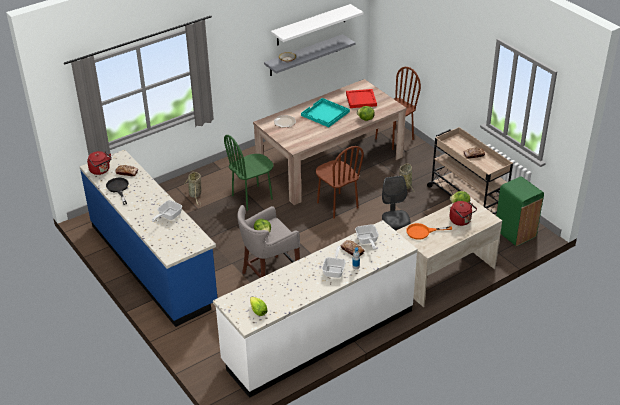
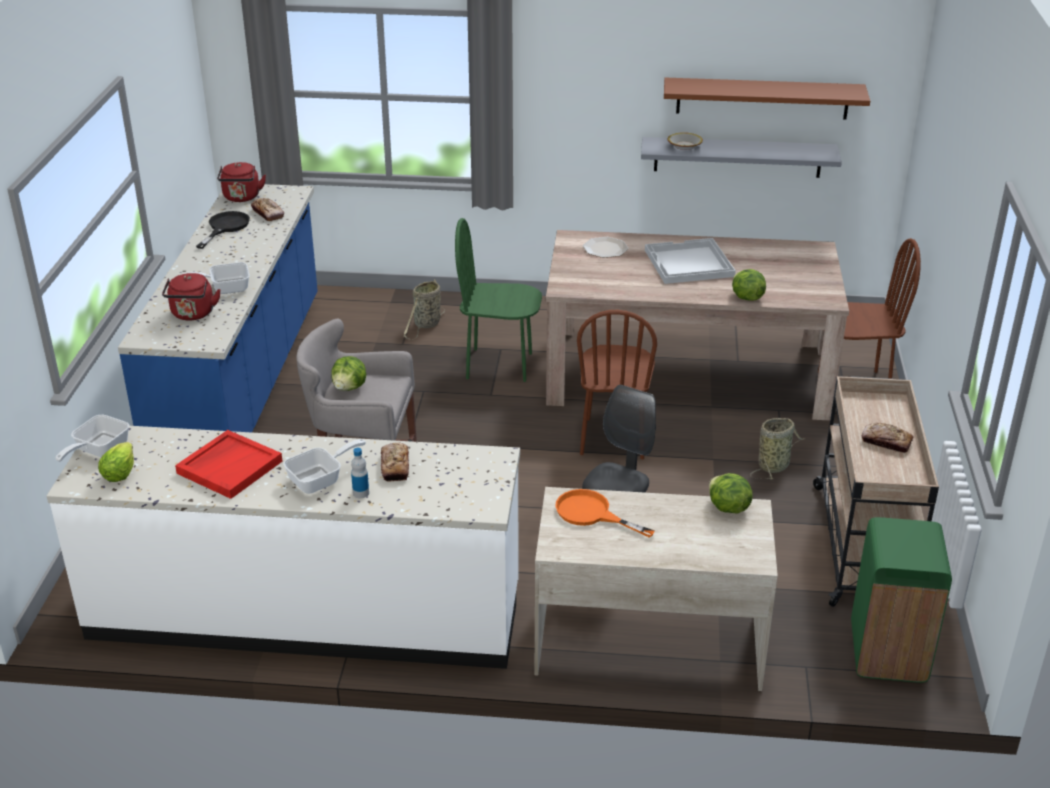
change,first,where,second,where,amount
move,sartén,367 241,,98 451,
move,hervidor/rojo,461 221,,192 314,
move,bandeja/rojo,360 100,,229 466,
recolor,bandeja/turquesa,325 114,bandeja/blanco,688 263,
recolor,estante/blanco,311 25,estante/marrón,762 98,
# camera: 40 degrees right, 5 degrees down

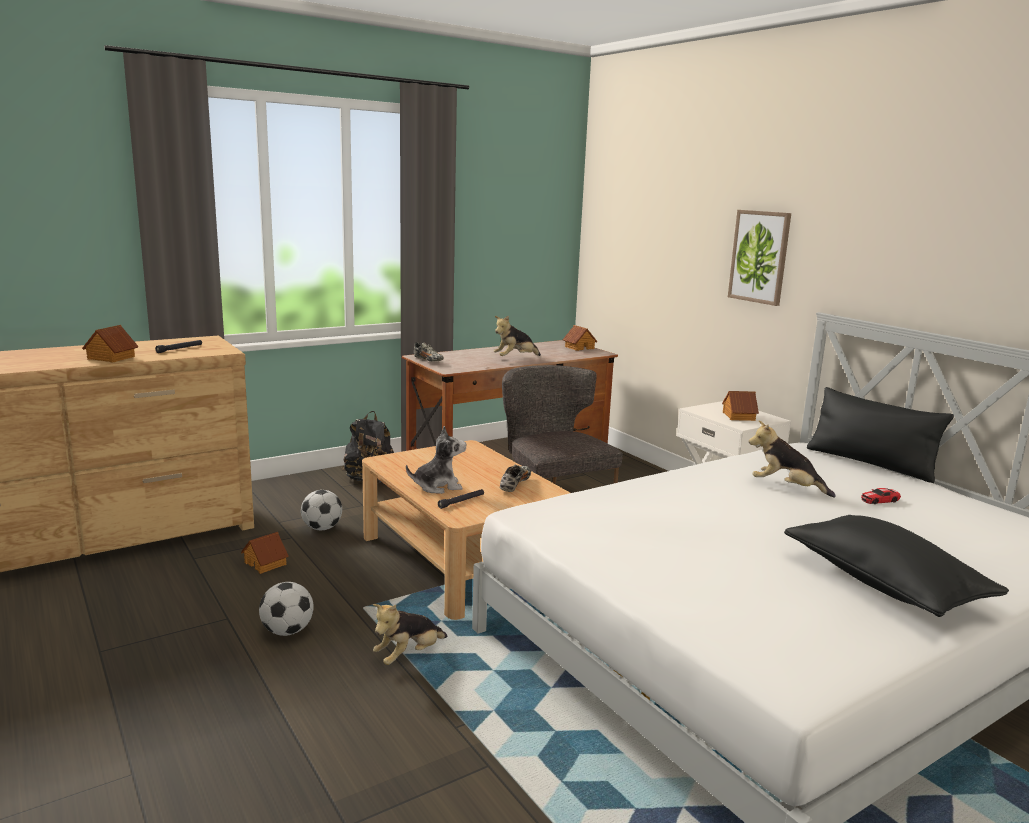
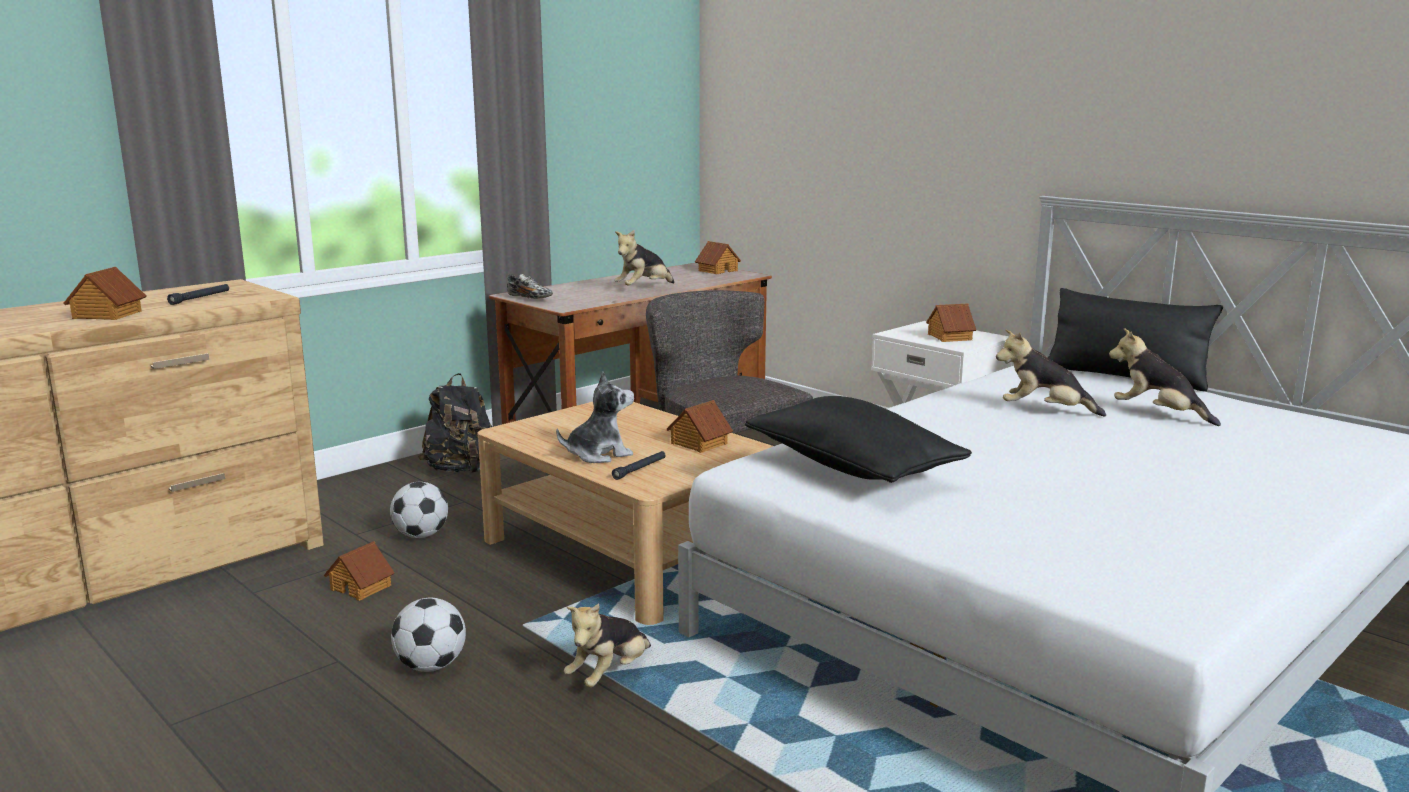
change,first,where,second,where,amount
replace,zapato,515 485,casita,698 443,
move,cojín/negro,884 584,,852 467,
replace,coche de juguete,880 500,peluche,1158 414,
delete,cuadro,759 257,,,
# camera: 10 degrees left, 0 degrees up

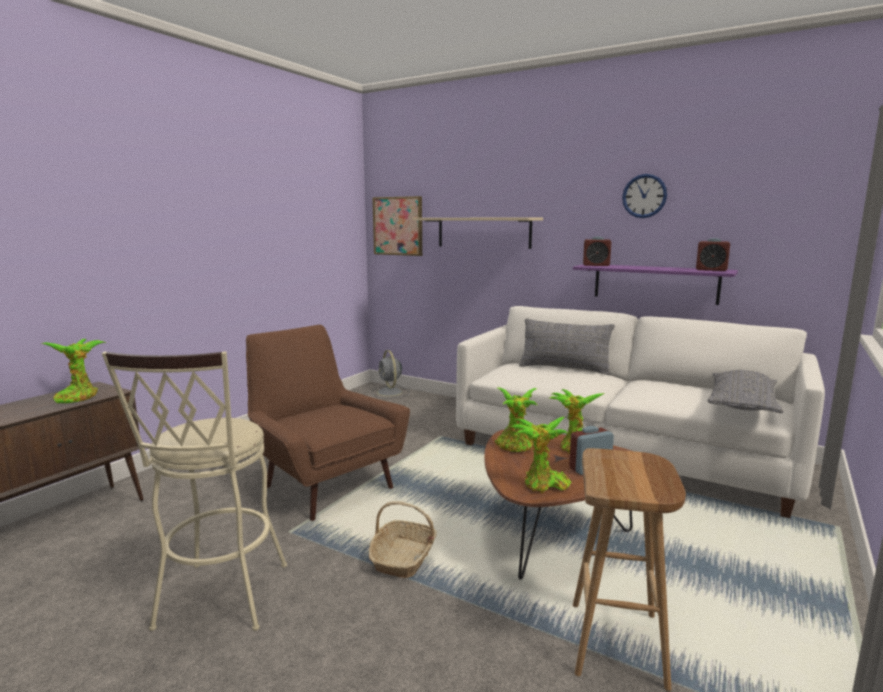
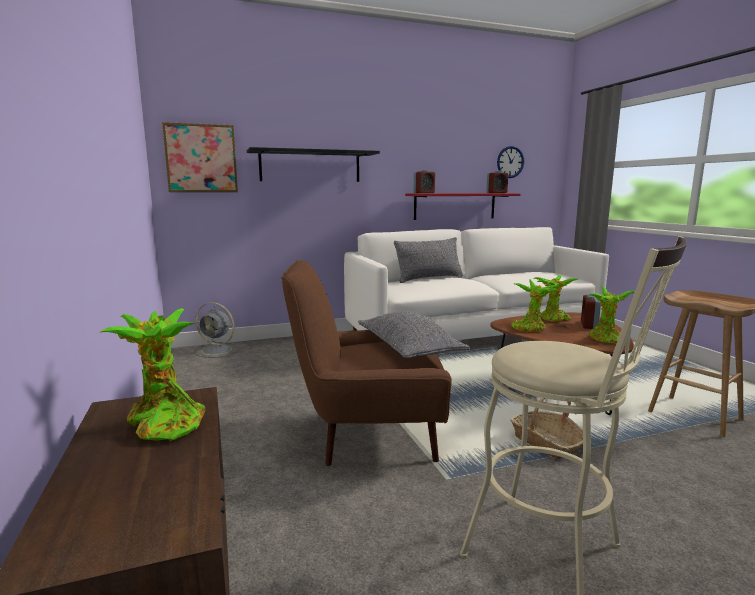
change,first,where,second,where,amount
recolor,estante/beis,483 232,estante/negro,310 166,
move,cojín/gris,742 404,,408 349,
recolor,estante/morado,655 283,estante/rojo,455 206,
move,reloj de pared,644 196,,510 162,
# camera: 50 degrees left, 0 degrees up

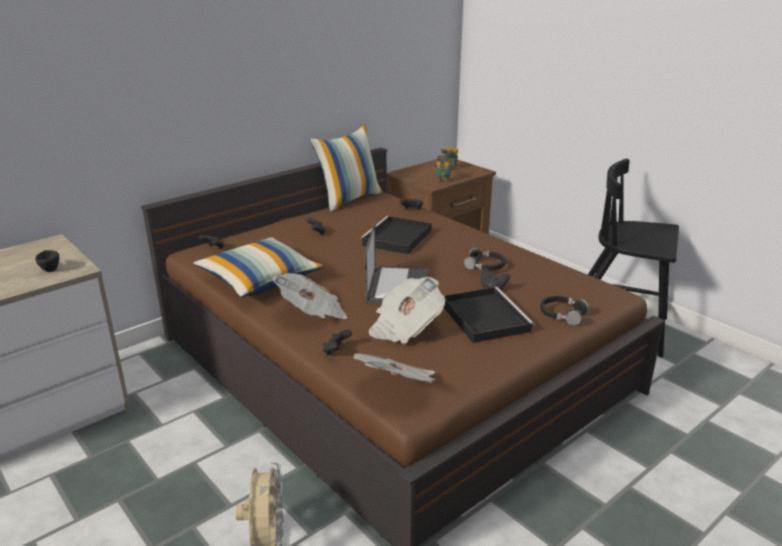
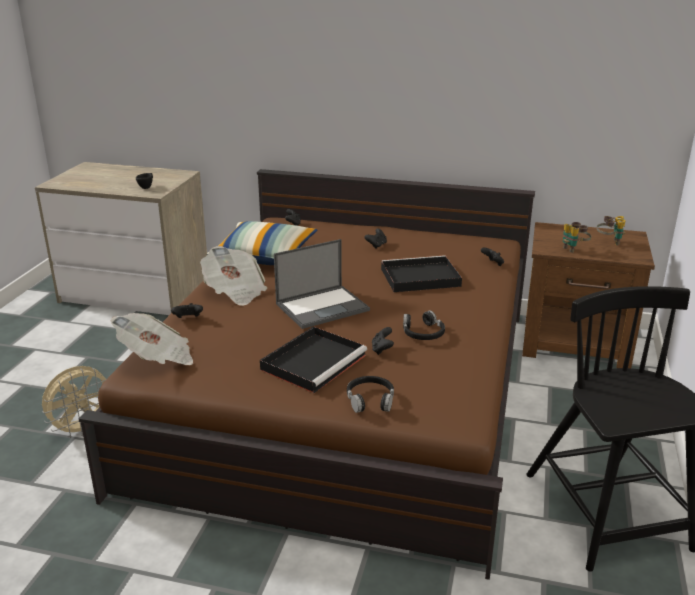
change,first,where,second,where,amount
delete,cojín,349 199,,,
delete,periódico,405 327,,,
# camera: 55 degrees right, 0 degrees up

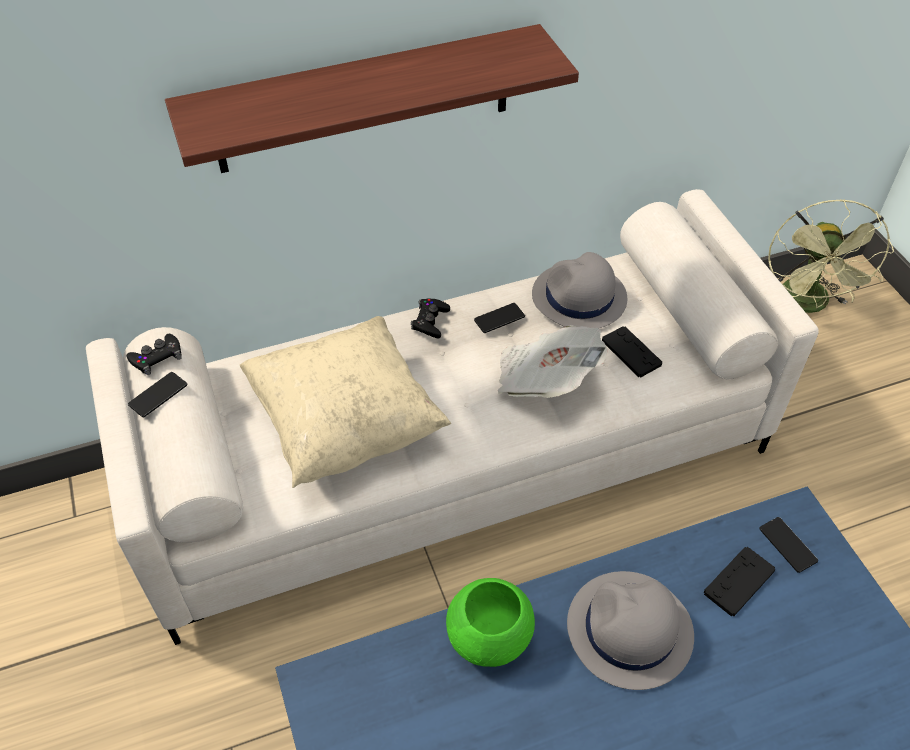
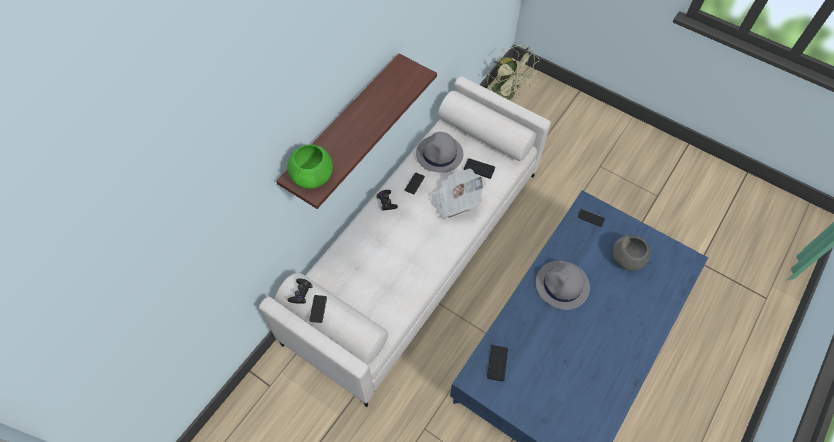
change,first,where,second,where,amount
move,cuenco/verde,491 636,,313 175,
move,mando de consola/negro,739 582,,497 363,
insert,,,cuenco/gris,627 259,
delete,cojín/beis,346 424,,,
# camera: 35 degrees left, 10 degrees up

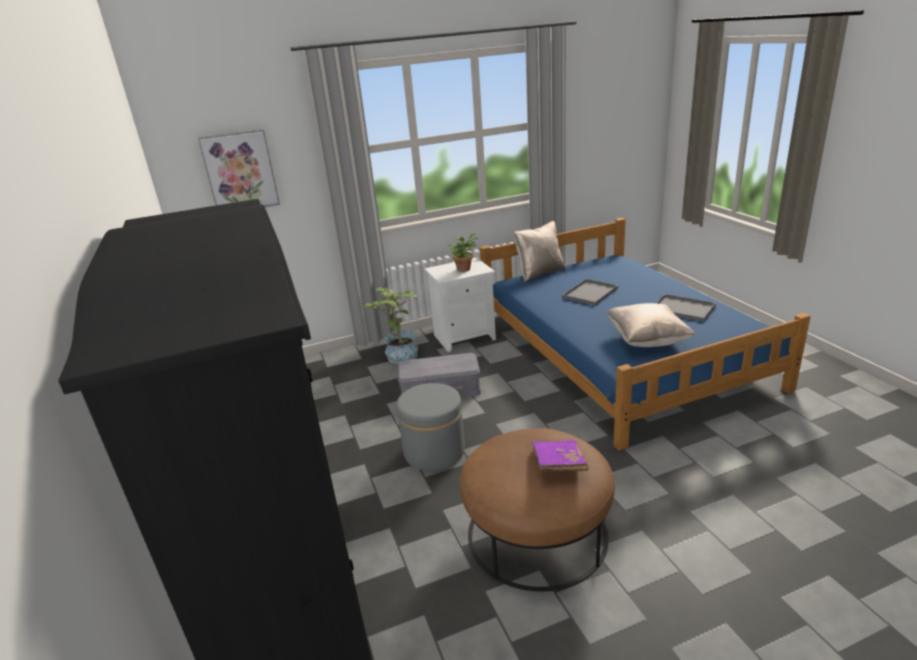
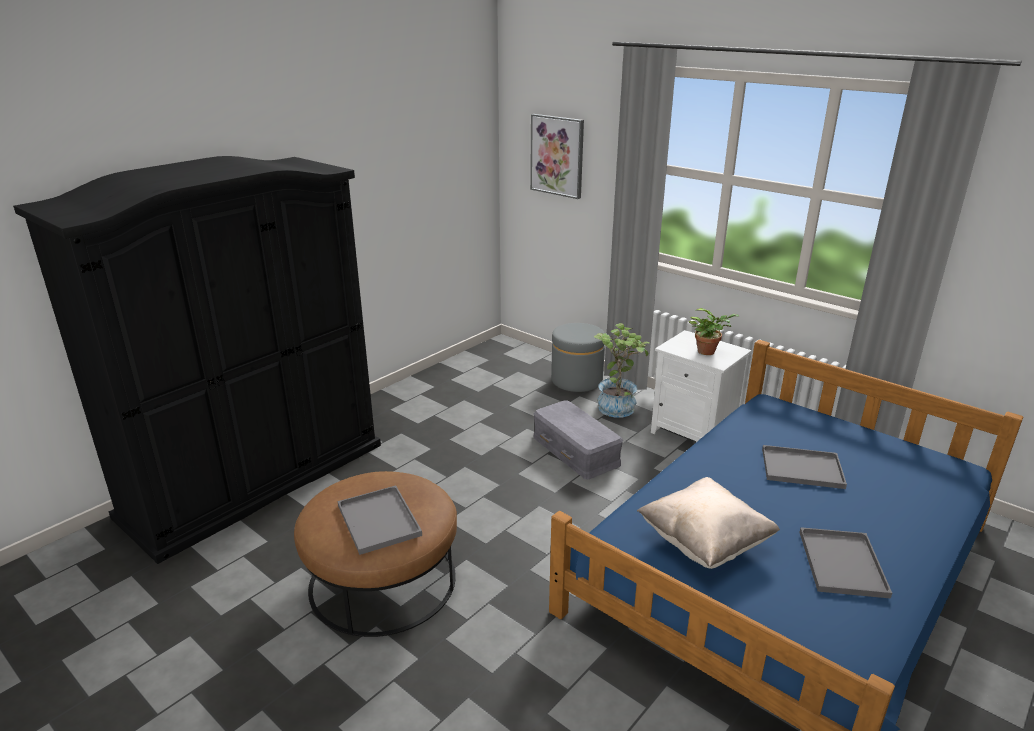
change,first,where,second,where,amount
replace,libro/morado,558 465,bandeja/gris,380 521,
move,puf/gris,434 451,,576 380,
delete,cojín/beis,539 273,,,
# camera: 60 degrees right, 0 degrees up

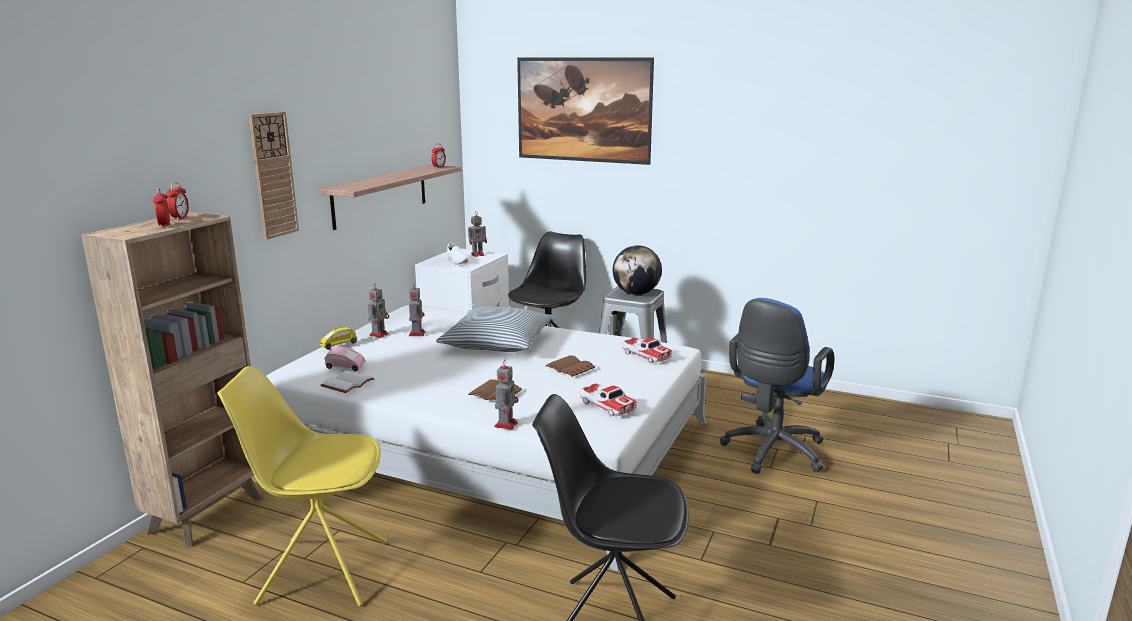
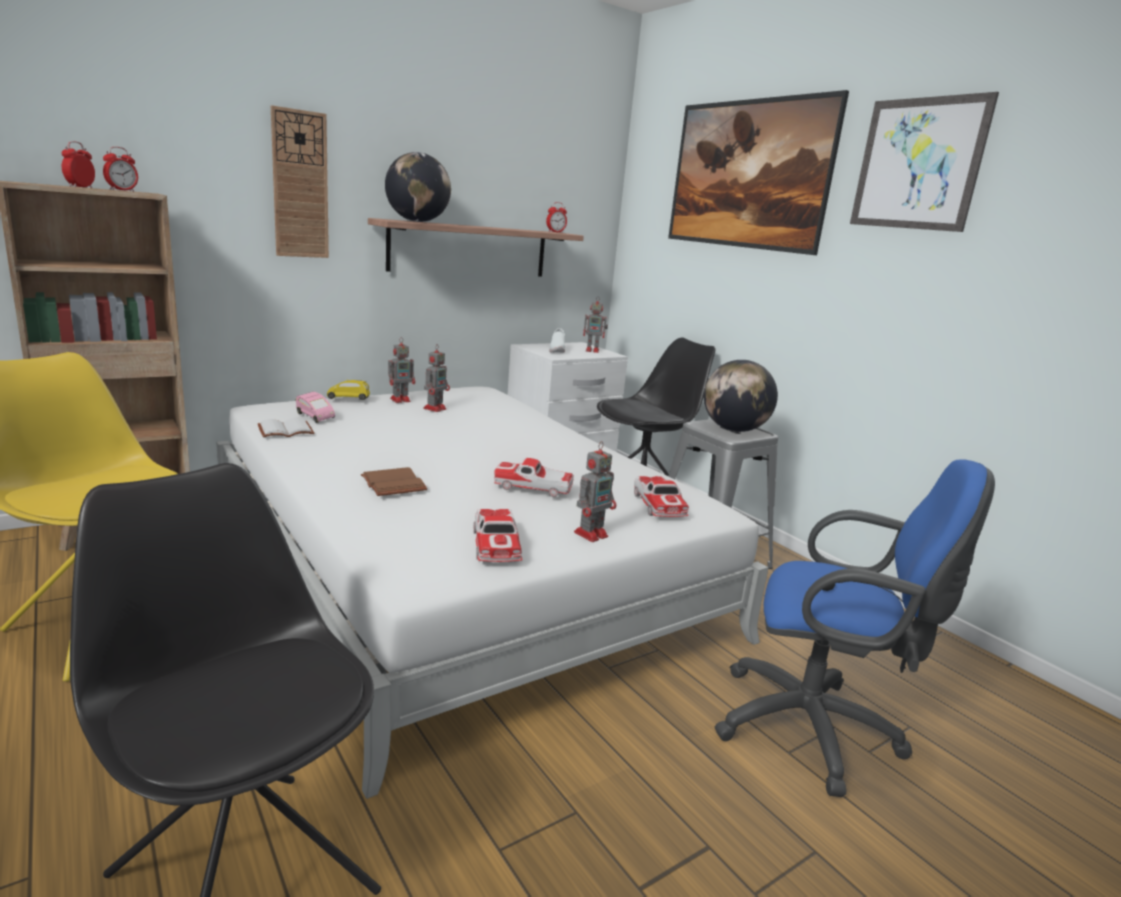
change,first,where,second,where,amount
insert,,,globo terráqueo,417 221,
replace,libro/marrón,571 367,coche de juguete,533 487,
move,robot de juguete,506 424,,592 534,
rotate,silla de oficina/azul,771 453,,816 730,135 degrees counterclockwise
insert,,,cuadro,918 164,
delete,cojín,497 342,,,
# camera: 30 degrees right, 0 degrees up

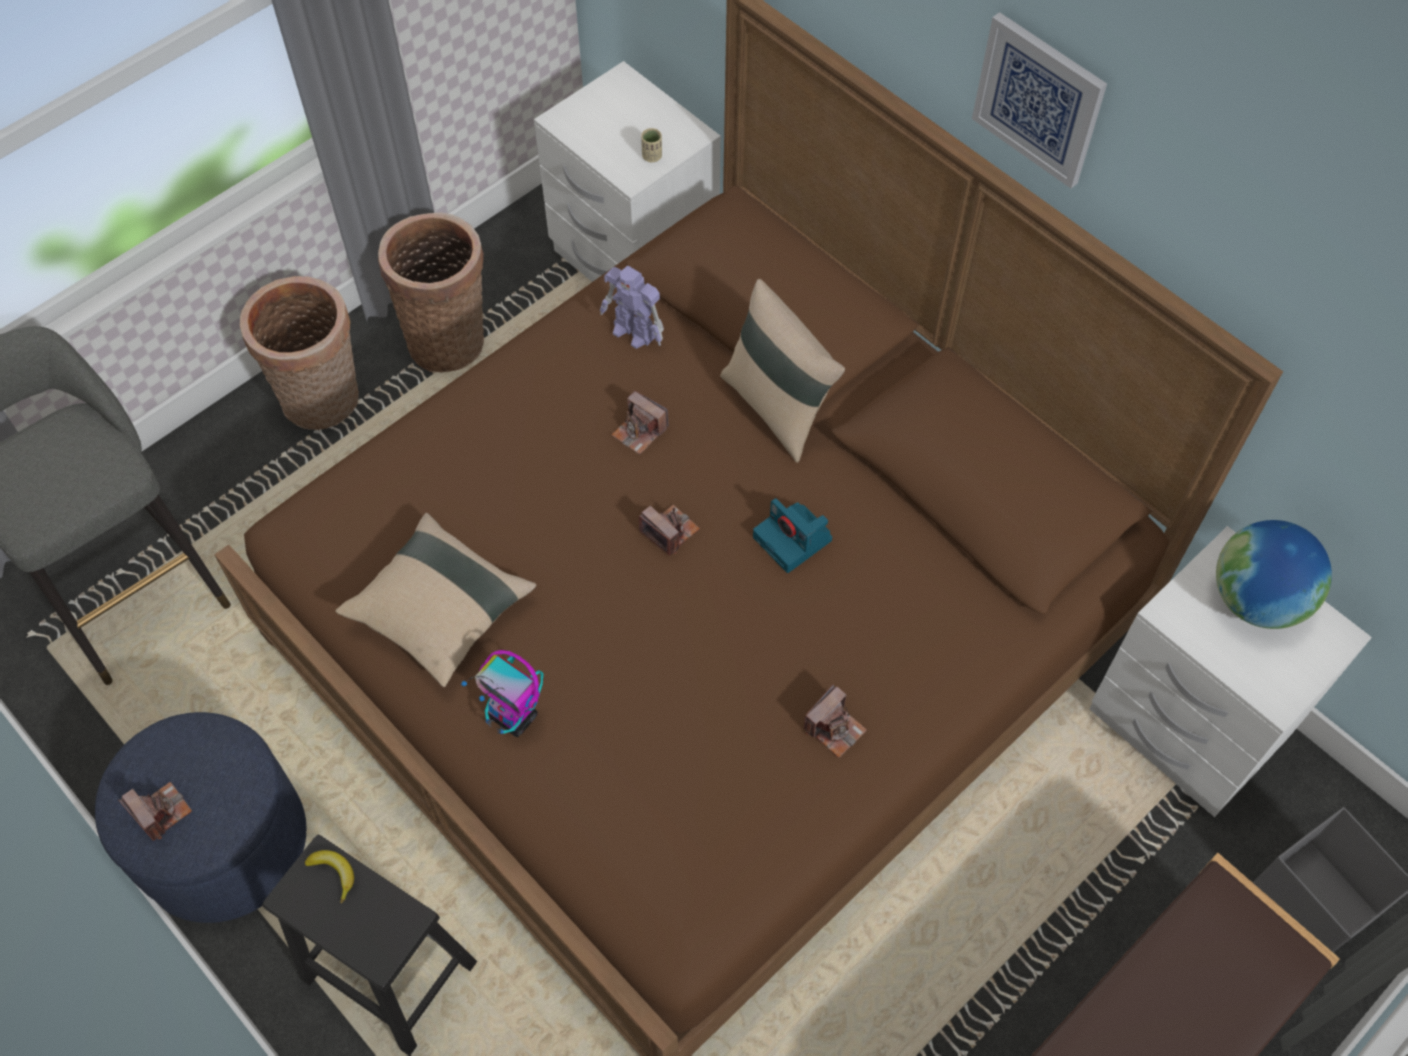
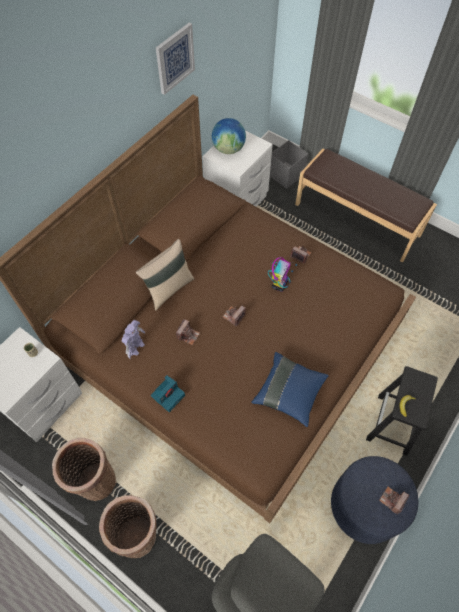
change,first,where,second,where,amount
move,cámara,794 539,,168 395,
move,cuadro,1039 99,,174 58,
recolor,cojín/beis,440 611,cojín/azul,289 393,
move,robot de juguete,514 717,,279 284,
# camera: 100 degrees left, 0 degrees up

